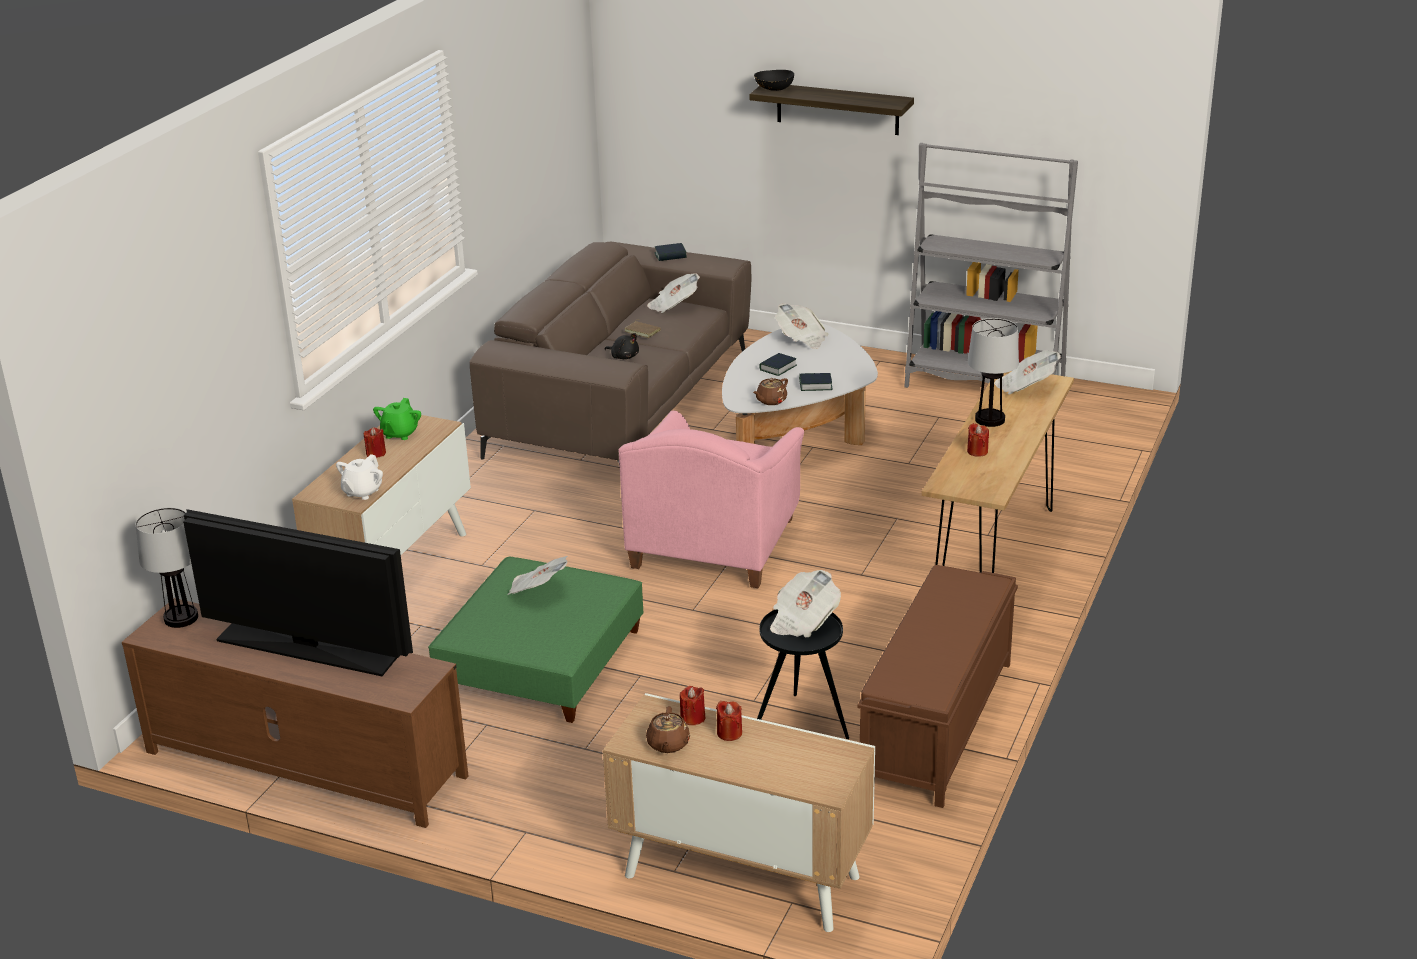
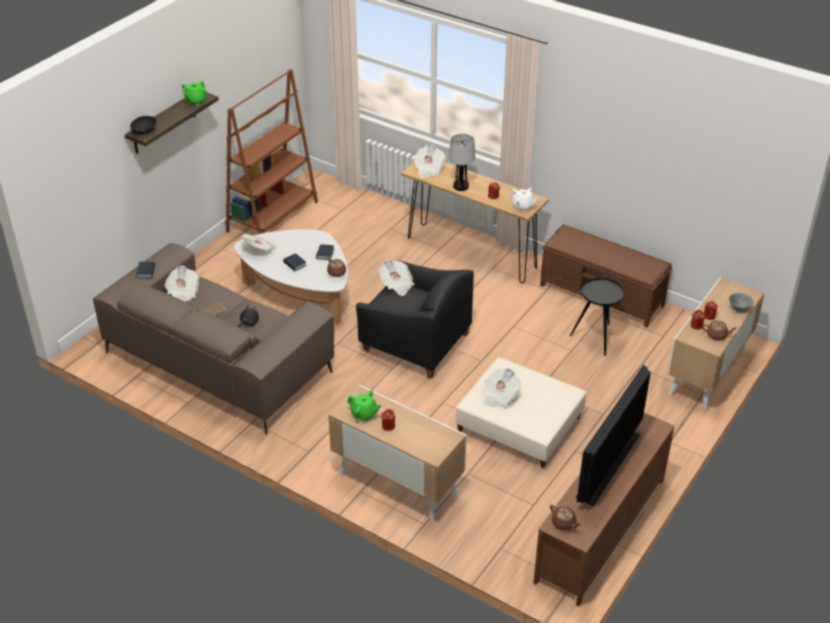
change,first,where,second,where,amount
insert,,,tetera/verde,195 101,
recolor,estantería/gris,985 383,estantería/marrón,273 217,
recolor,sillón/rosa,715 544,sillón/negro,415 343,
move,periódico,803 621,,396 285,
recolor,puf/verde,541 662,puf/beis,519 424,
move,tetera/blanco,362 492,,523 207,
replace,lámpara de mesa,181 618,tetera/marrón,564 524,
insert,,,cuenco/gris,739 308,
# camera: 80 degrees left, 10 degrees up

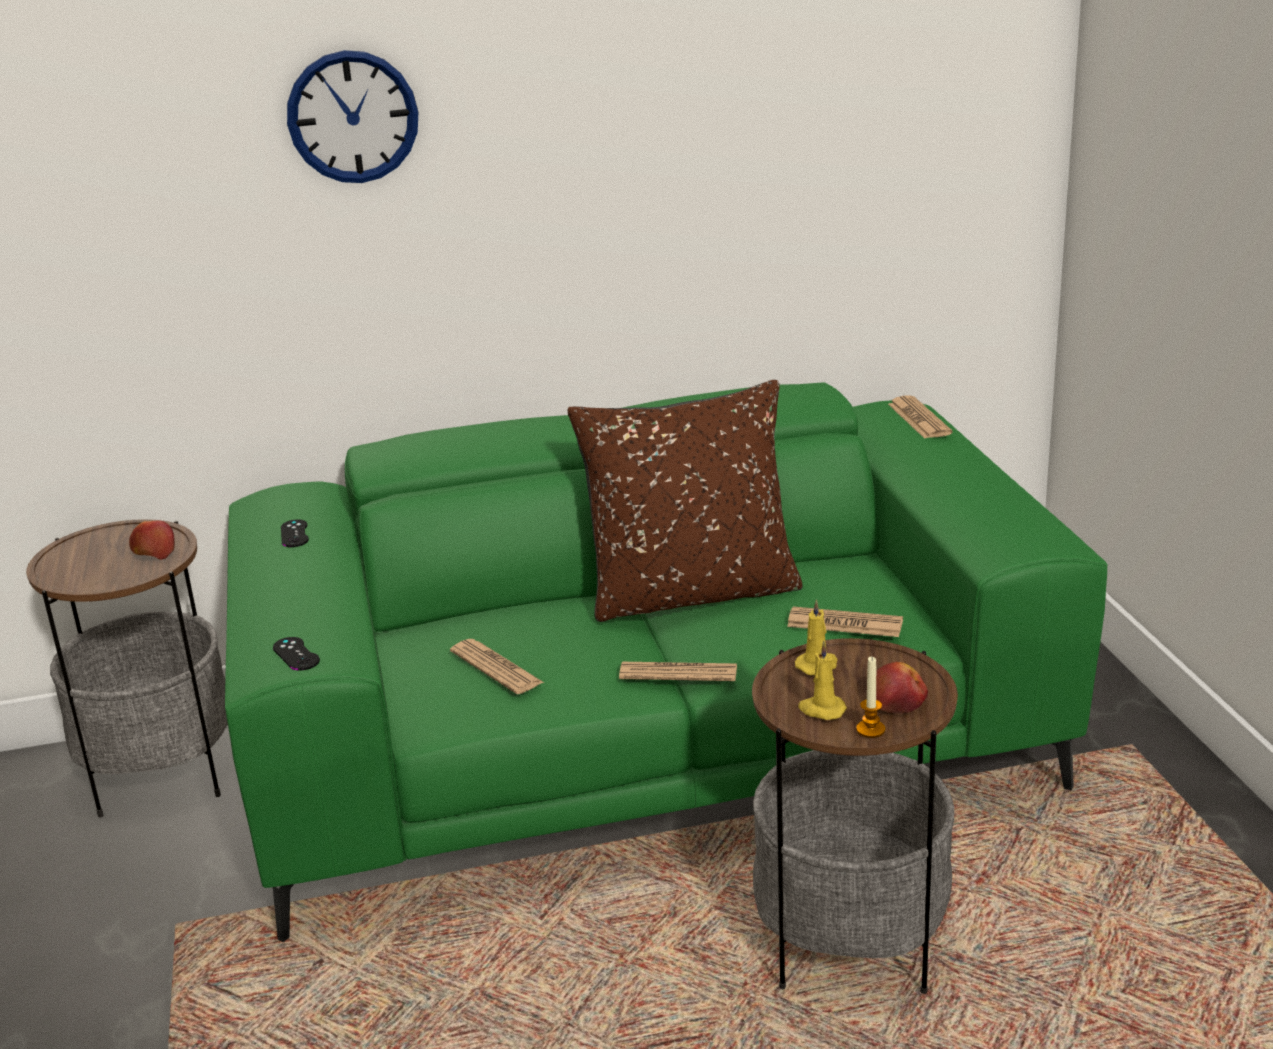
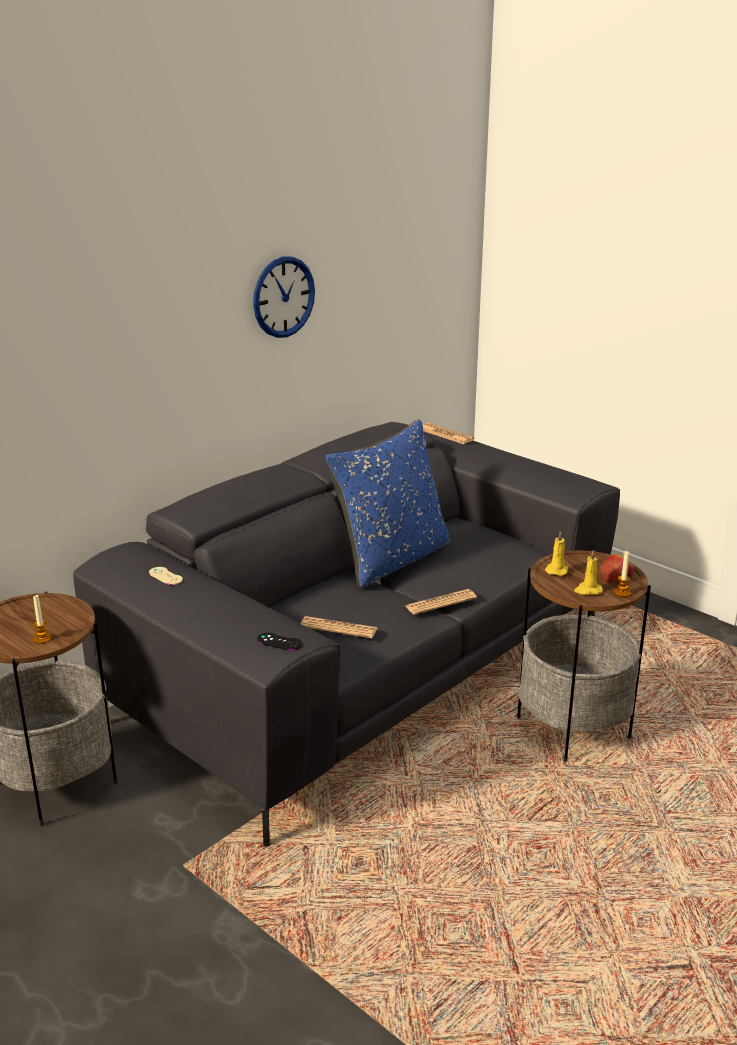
change,first,where,second,where,amount
insert,,,vela,42 639,
recolor,sofá/verde,650 755,sofá/gris,367 671,
recolor,mando de consola/negro,294 534,mando de consola/beis,165 576,
move,reloj de pared,353 117,,283 297,
recolor,cojín/marrón,692 593,cojín/azul,392 560,
delete,manzana,154 551,,,
delete,periódico,845 624,,,
# camera: 35 degrees left, 0 degrees up

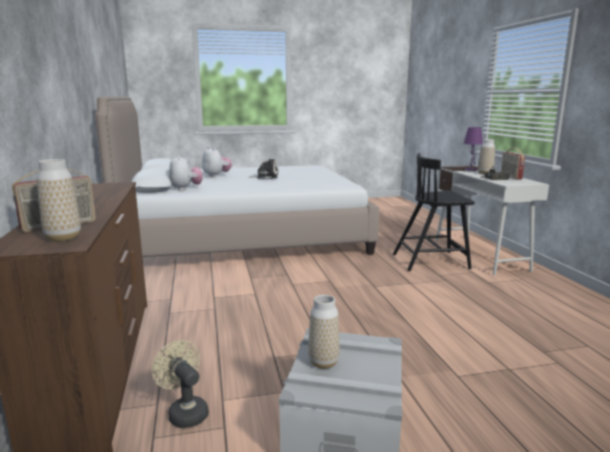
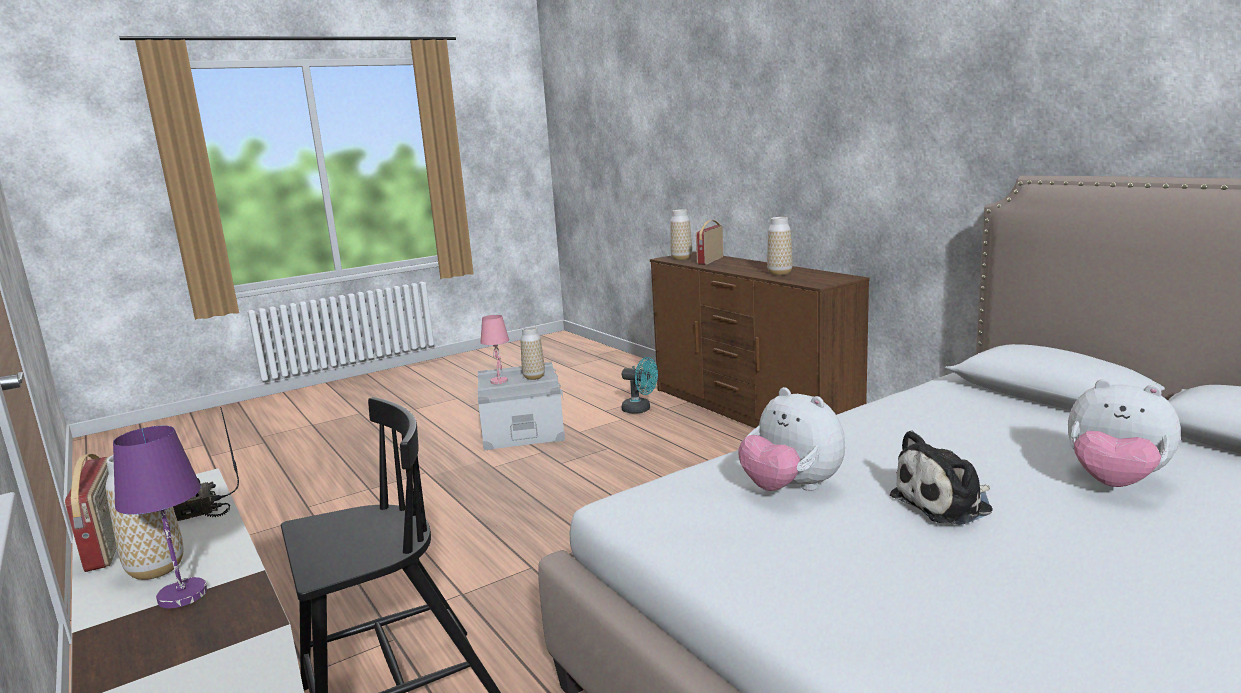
change,first,where,second,where,amount
insert,,,lámpara de mesa/rosa,499 381,
recolor,ventilador/beis,185 412,ventilador/turquesa,640 409,
move,peluche,186 189,,791 488,
insert,,,florero,779 273,
# camera: 160 degrees right, 0 degrees up

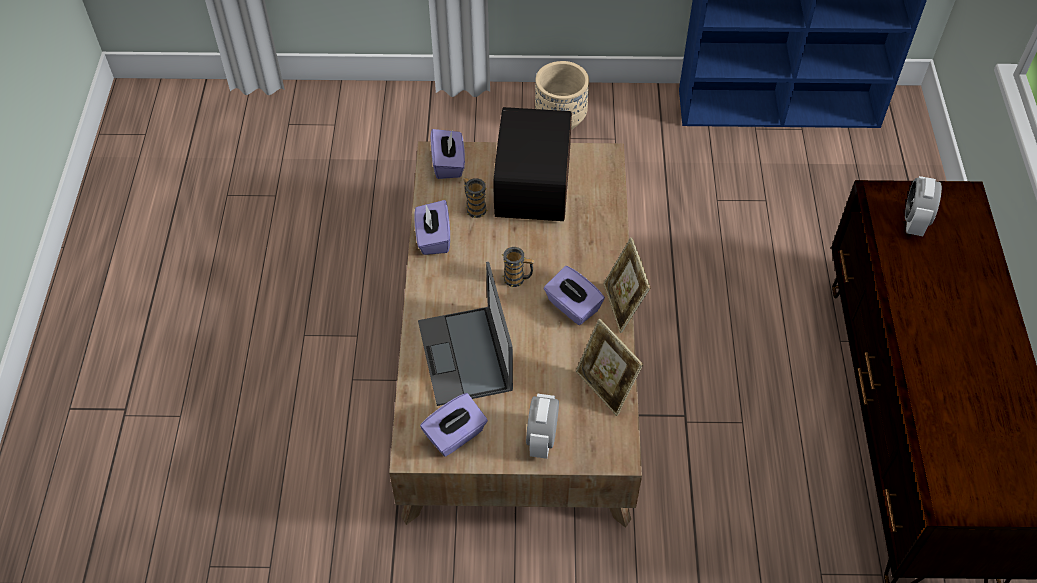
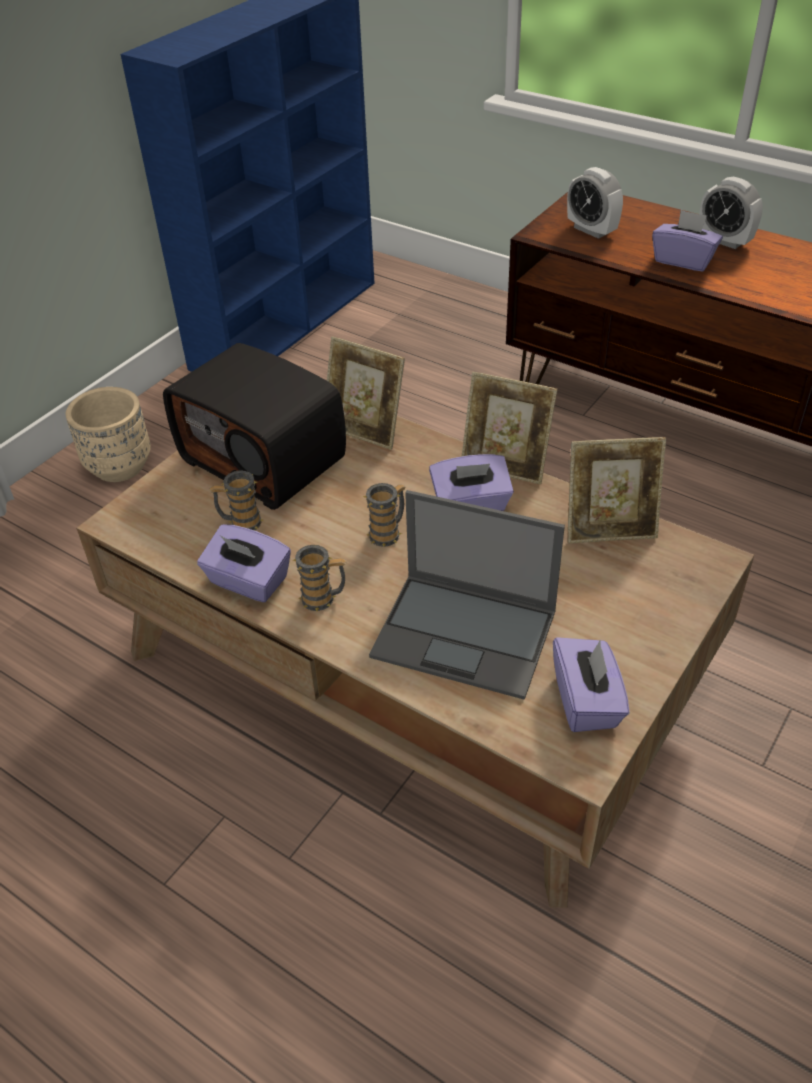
change,first,where,second,where,amount
insert,,,taza grande,324 598,
insert,,,portarretratos,364 430,
move,caja de pañuelos/morado,448 164,,683 260,
move,despertador,542 439,,724 241,
# camera: 55 degrees left, 10 degrees down

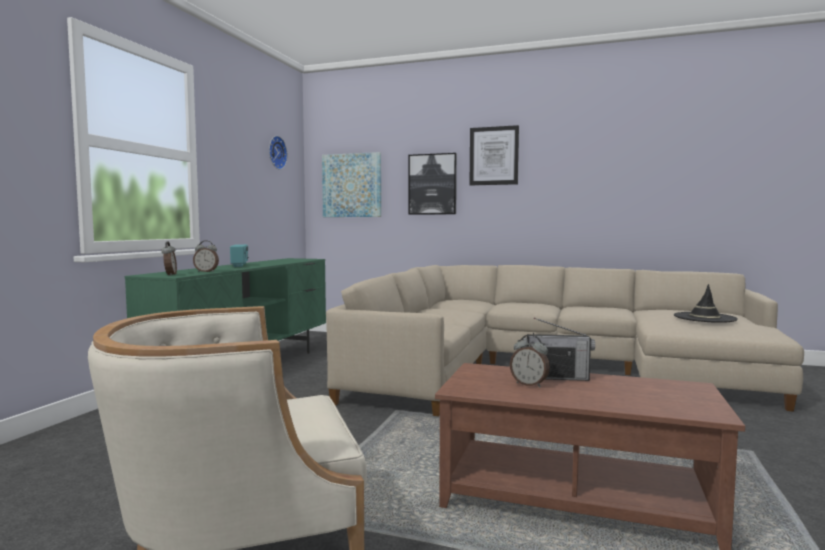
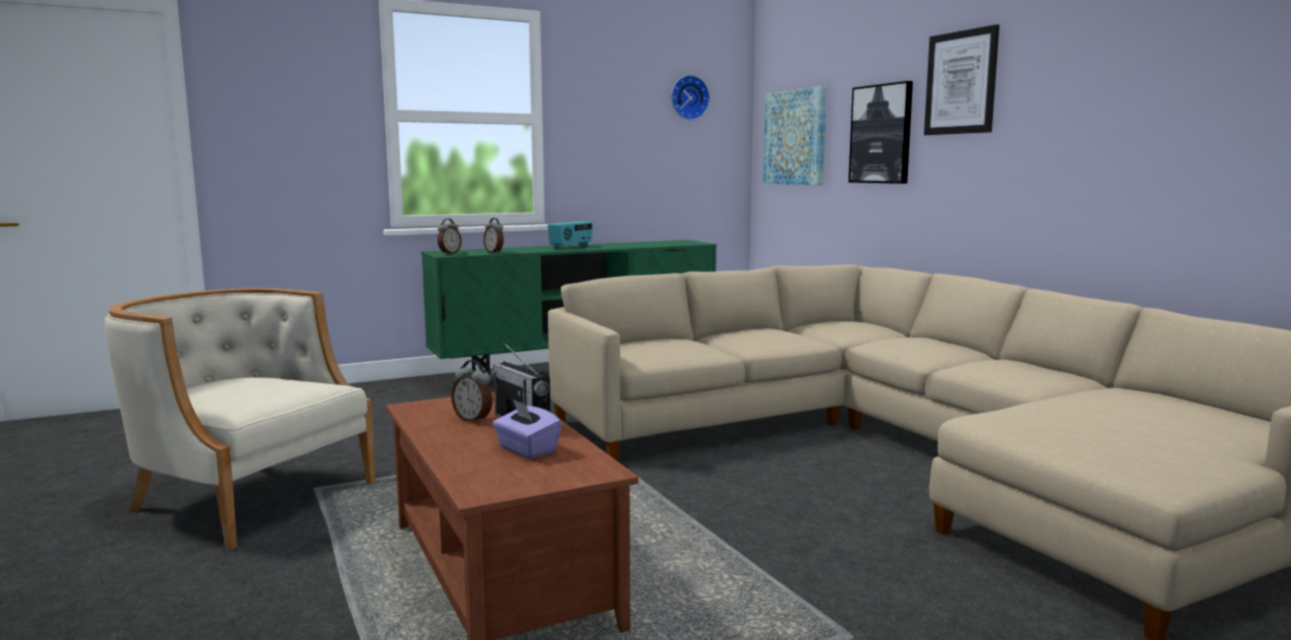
change,first,where,second,where,amount
rotate,despertador,529 384,,473 420,45 degrees counterclockwise
insert,,,caja de pañuelos/morado,526 450,
delete,sombrero/negro,704 318,,,
# camera: 45 degrees right, 5 degrees up

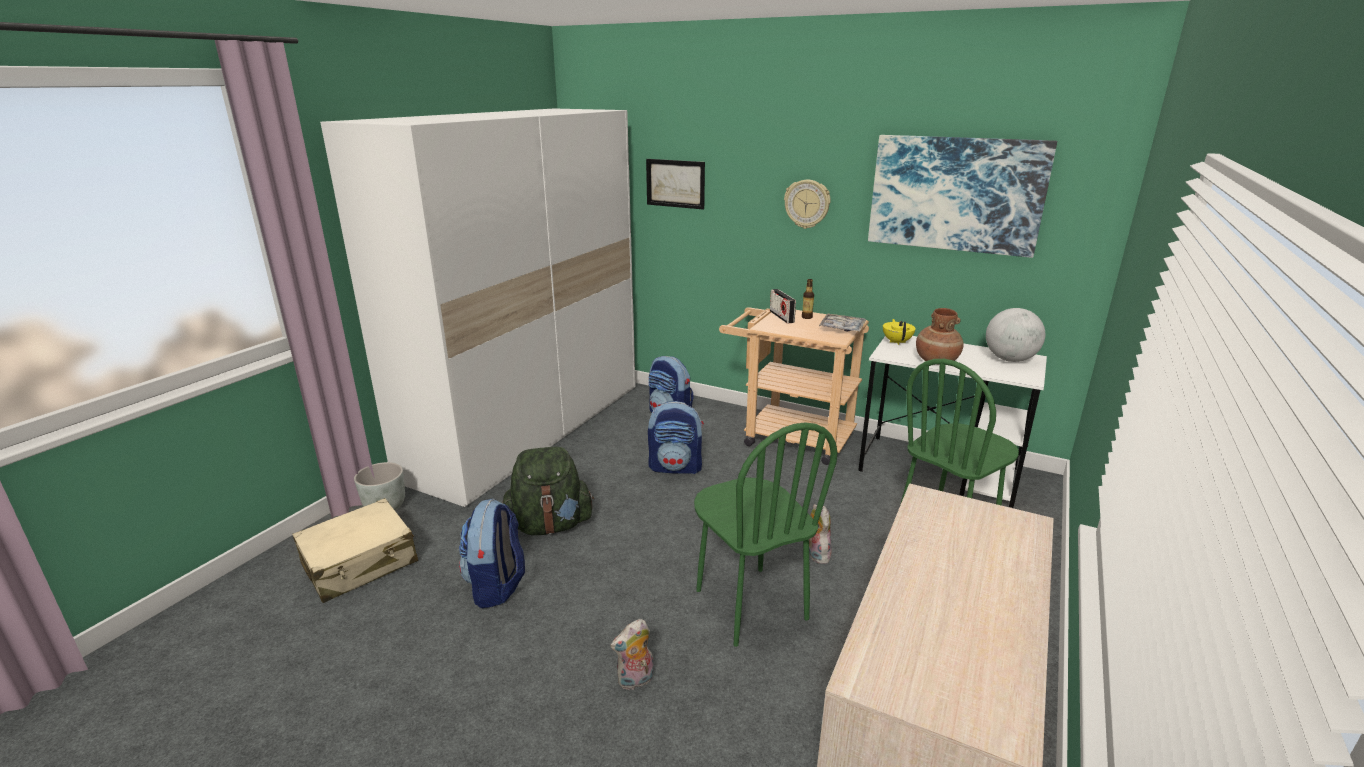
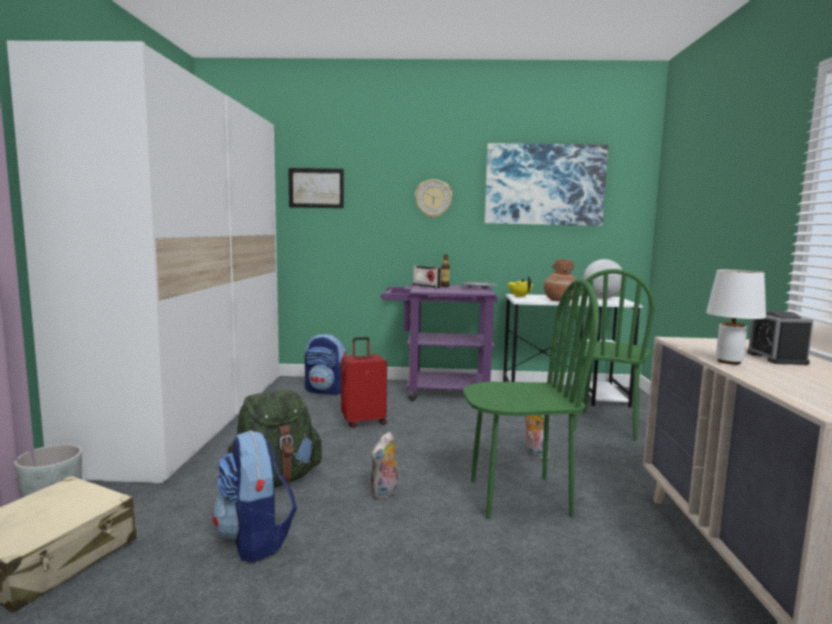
change,first,where,second,where,amount
replace,mochila,676 467,maleta/rojo,363 421,
move,peluche,635 681,,385 494,
recolor,carrito/beis,788 436,carrito/morado,438 391,
rotate,silla/verde,750 604,,519 497,45 degrees counterclockwise
insert,,,lámpara de mesa/blanco,728 361,
insert,,,despertador,776 358,
# camera: 25 degrees left, 15 degrees down

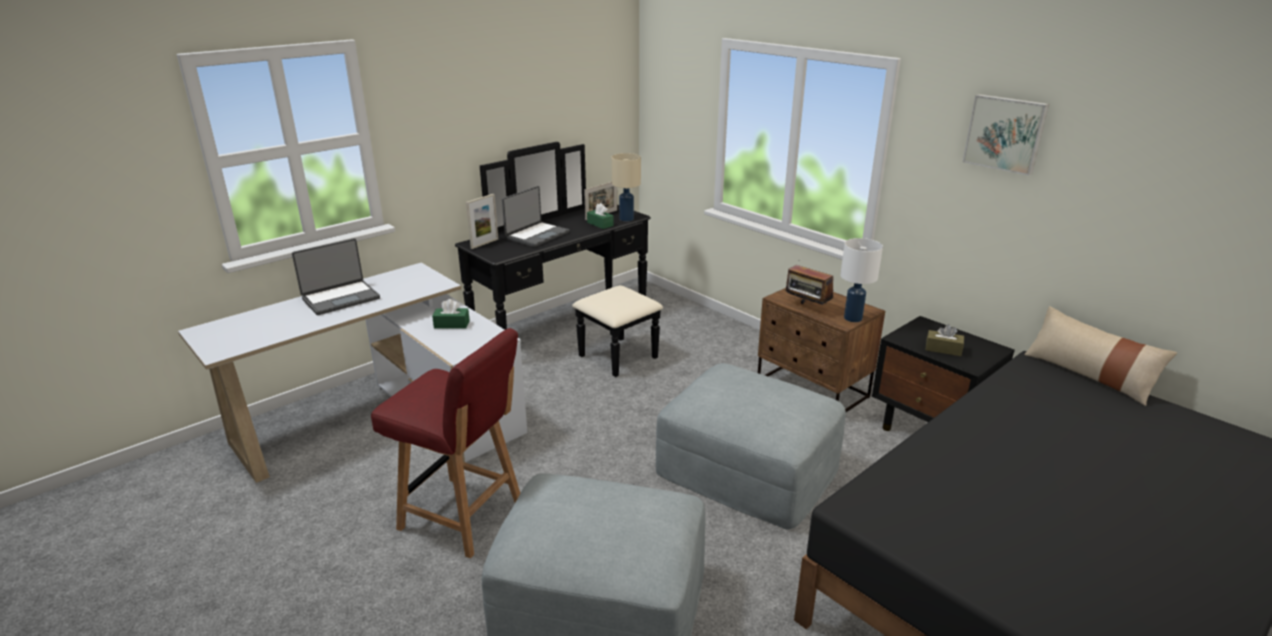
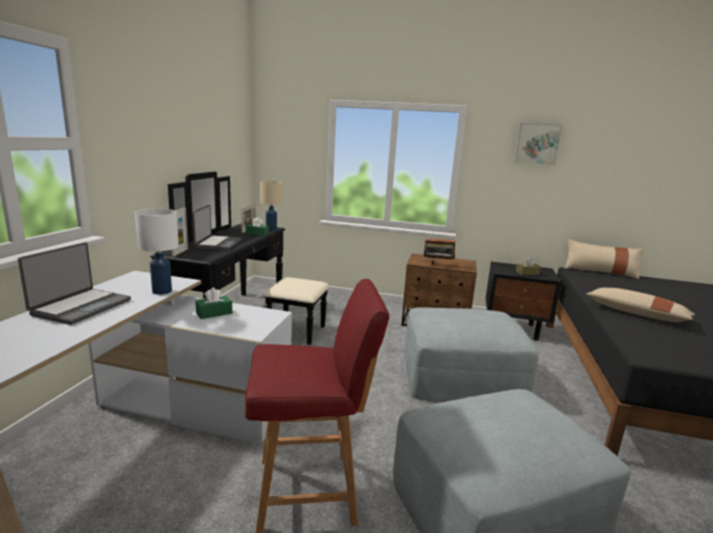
change,first,where,second,where,amount
move,lámpara de mesa/blanco,852 318,,161 291,
insert,,,cojín/beis,636 313,
# camera: 35 degrees left, 10 degrees down

